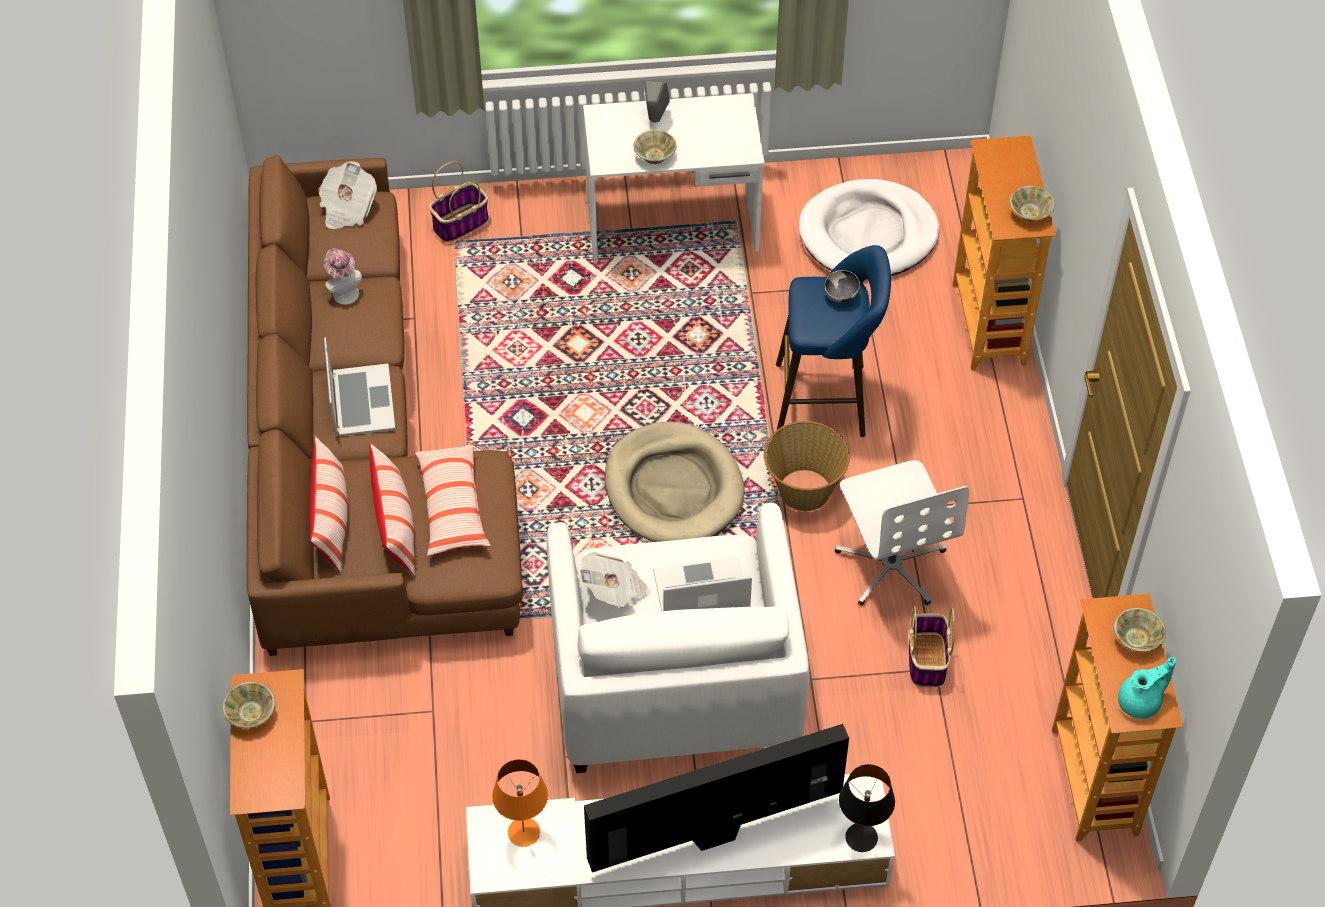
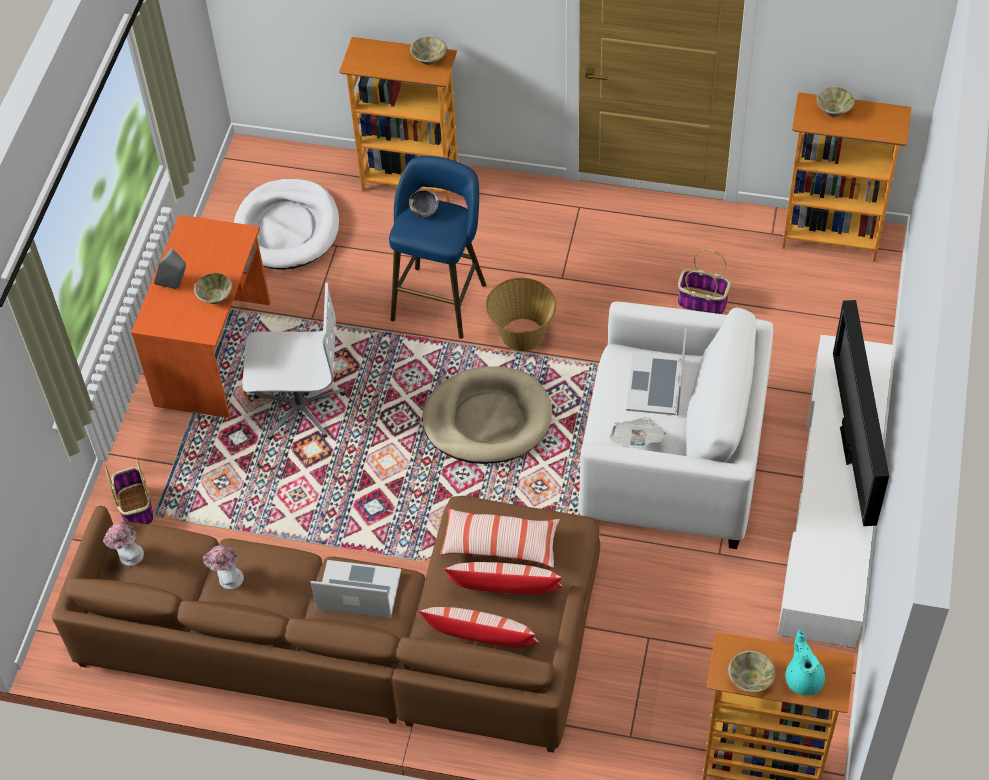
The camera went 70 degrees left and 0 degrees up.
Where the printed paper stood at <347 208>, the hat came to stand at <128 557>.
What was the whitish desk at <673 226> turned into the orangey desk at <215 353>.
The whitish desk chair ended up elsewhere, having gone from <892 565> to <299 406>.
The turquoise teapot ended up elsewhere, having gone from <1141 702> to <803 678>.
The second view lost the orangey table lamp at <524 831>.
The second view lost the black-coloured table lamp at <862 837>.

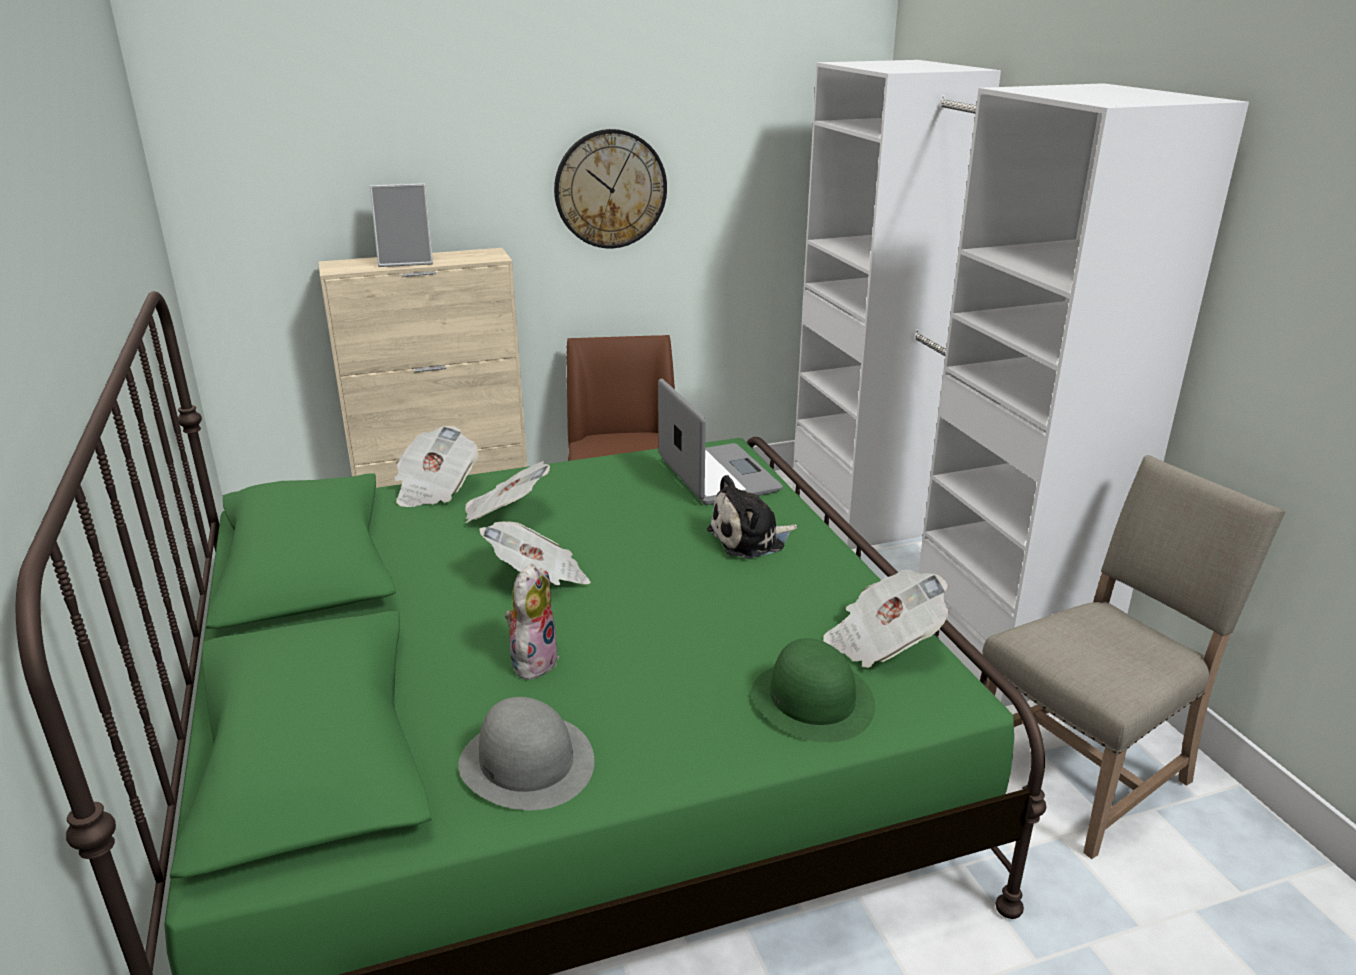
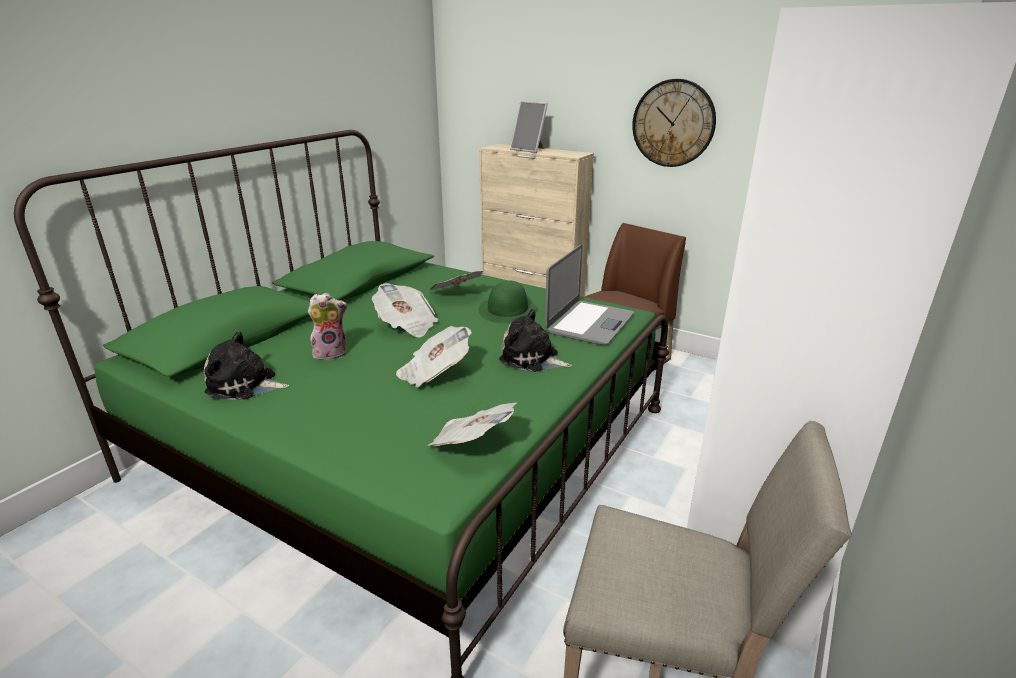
The camera went 50 degrees right and 0 degrees up.
Where the grey hat stood at <527 763>, the soft toy came to stand at <245 385>.
The printed paper ended up elsewhere, having gone from <435 489> to <434 373>.
The green-coloured hat ended up elsewhere, having gone from <812 700> to <507 310>.

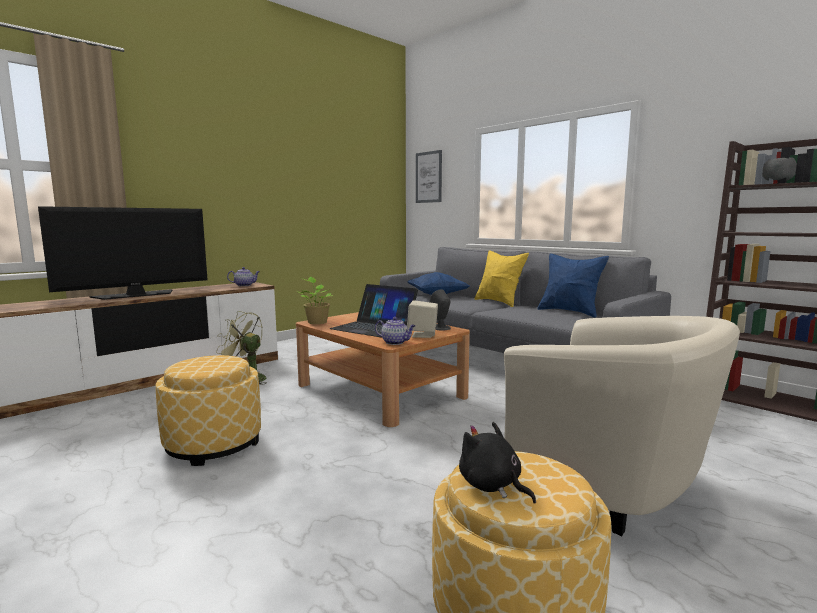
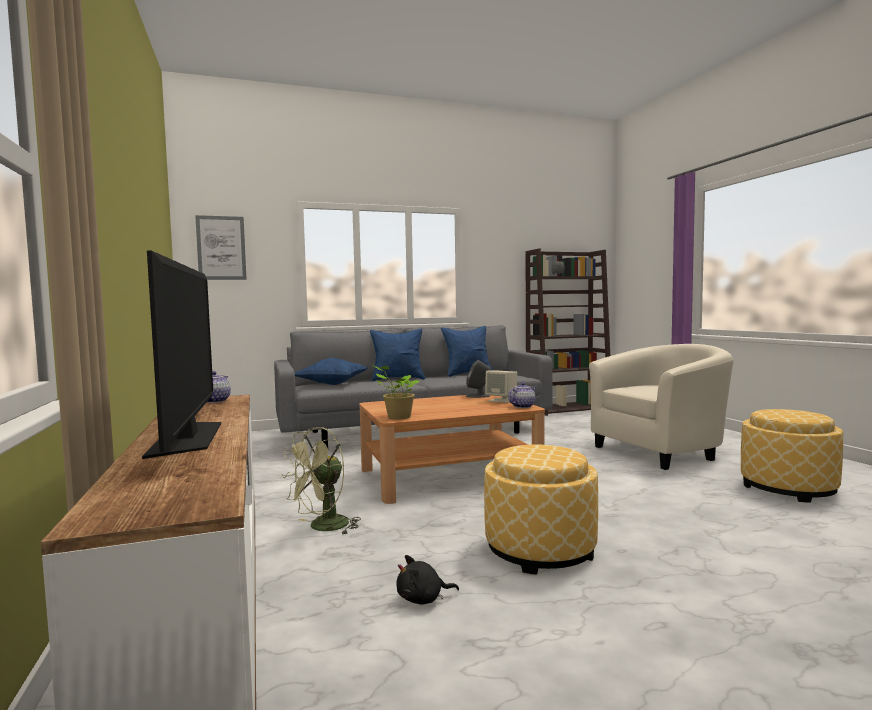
The camera went 65 degrees left and 5 degrees down.
What was the yellow throw pillow at <499 302> turned into the blue throw pillow at <398 379>.
The black-coloured soft toy ended up elsewhere, having gone from <492 486> to <423 599>.
The second view lost the portable computer at <374 327>.

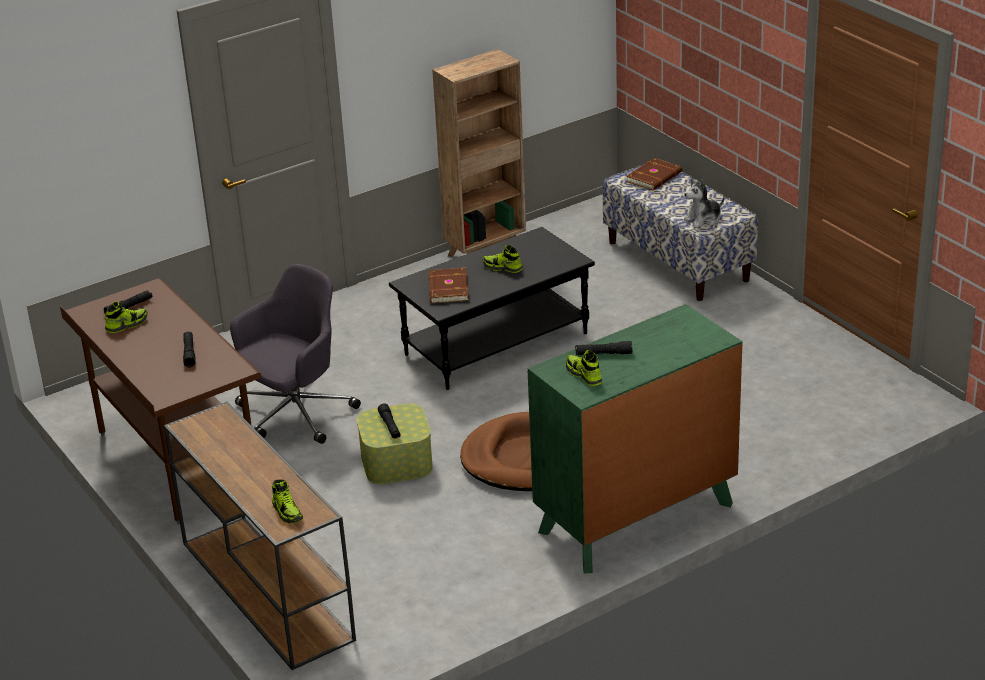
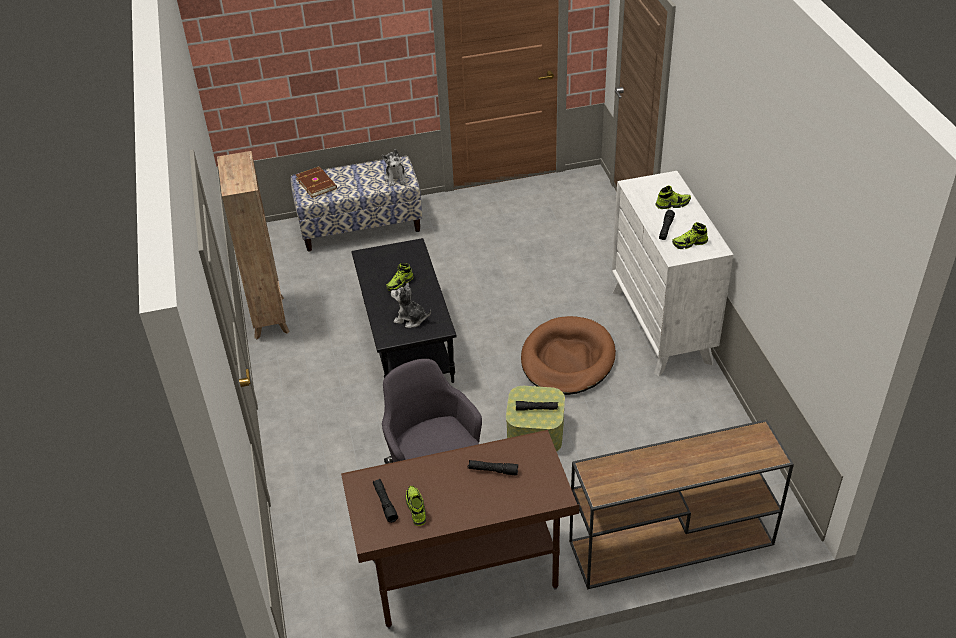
The camera went 70 degrees left and 10 degrees up.
Where the brown bound book stood at <447 288>, the soft toy came to stand at <410 319>.
What was the green-coloured chest of drawers at <636 518> turned into the whitish chest of drawers at <661 326>.
The item of footwear ended up elsewhere, having gone from <287 512> to <672 204>.

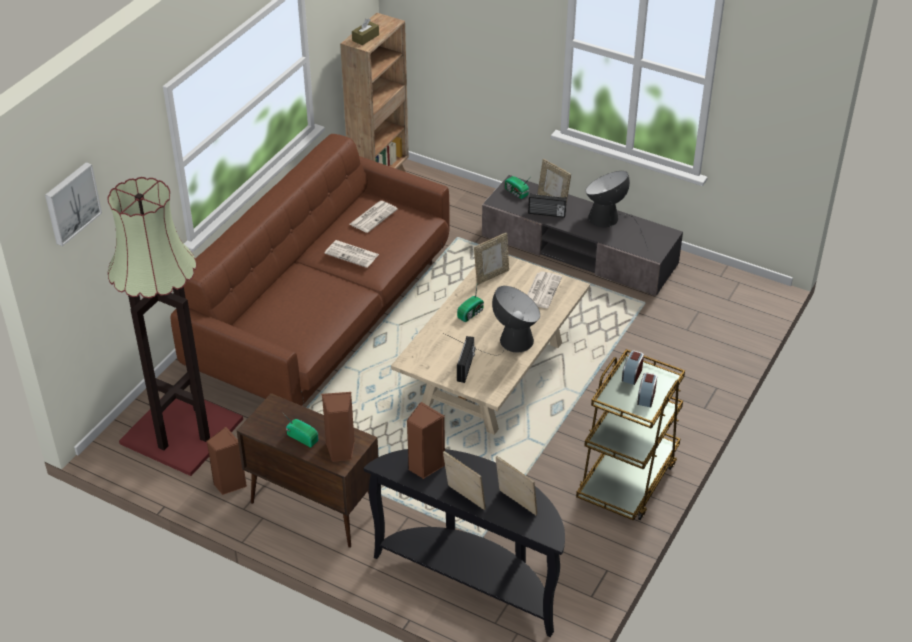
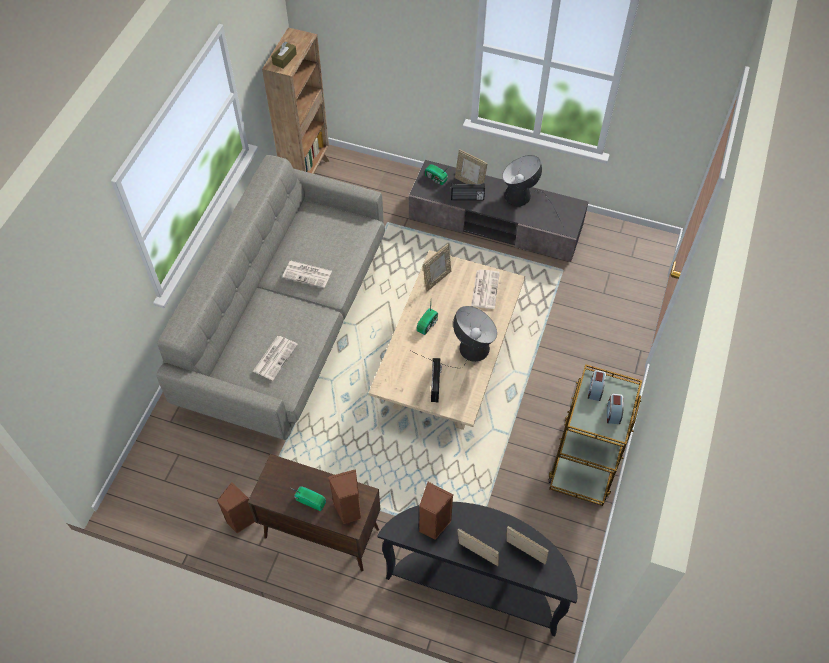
The camera went 10 degrees left and 15 degrees up.
What was the brown couch at <324 315> turned into the grey couch at <287 324>.
The printed paper ended up elsewhere, having gone from <373 216> to <275 357>.
The second view lost the picture at <71 203>.
The second view lost the standing lamp at <181 430>.

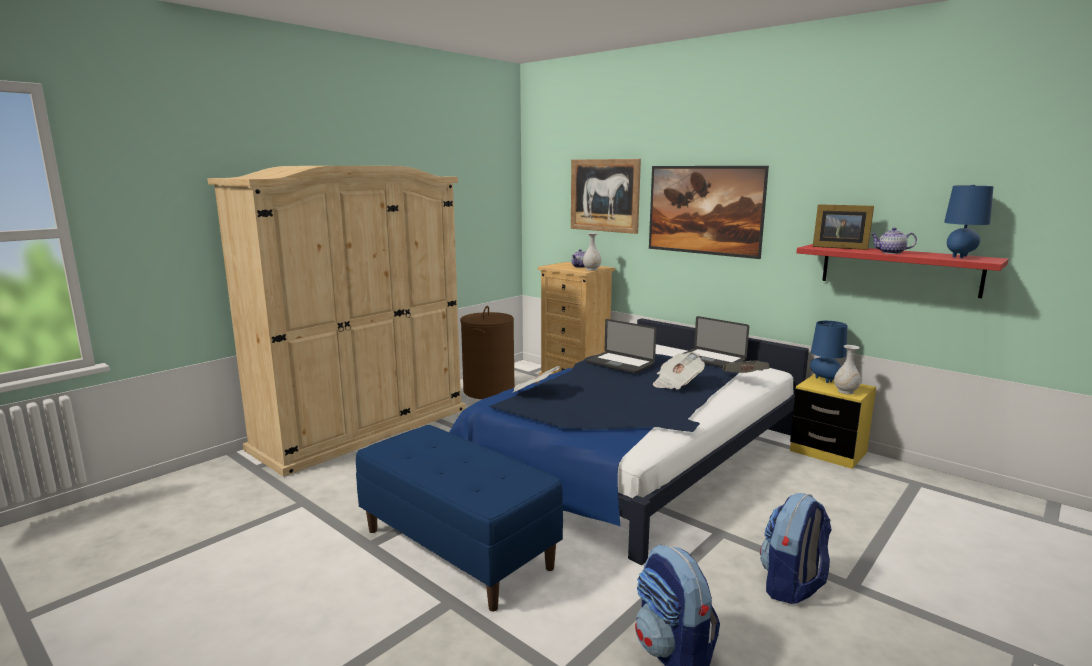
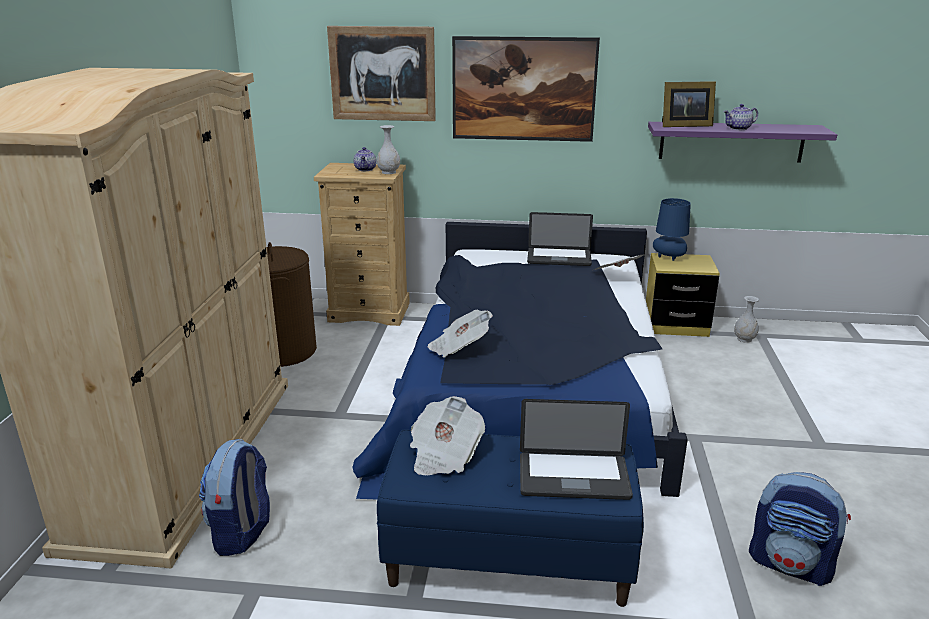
The camera went 35 degrees left and 10 degrees up.
The rucksack ended up elsewhere, having gone from <792 586> to <242 532>.
The printed paper ended up elsewhere, having gone from <676 384> to <444 455>.
The portable computer ended up elsewhere, having gone from <619 364> to <573 477>.
What was the red wall shelf at <899 269> turned into the purplish wall shelf at <731 142>.
The whitish flower vase ended up elsewhere, having gone from <846 391> to <744 339>.
The second view lost the blue table lamp at <961 257>.

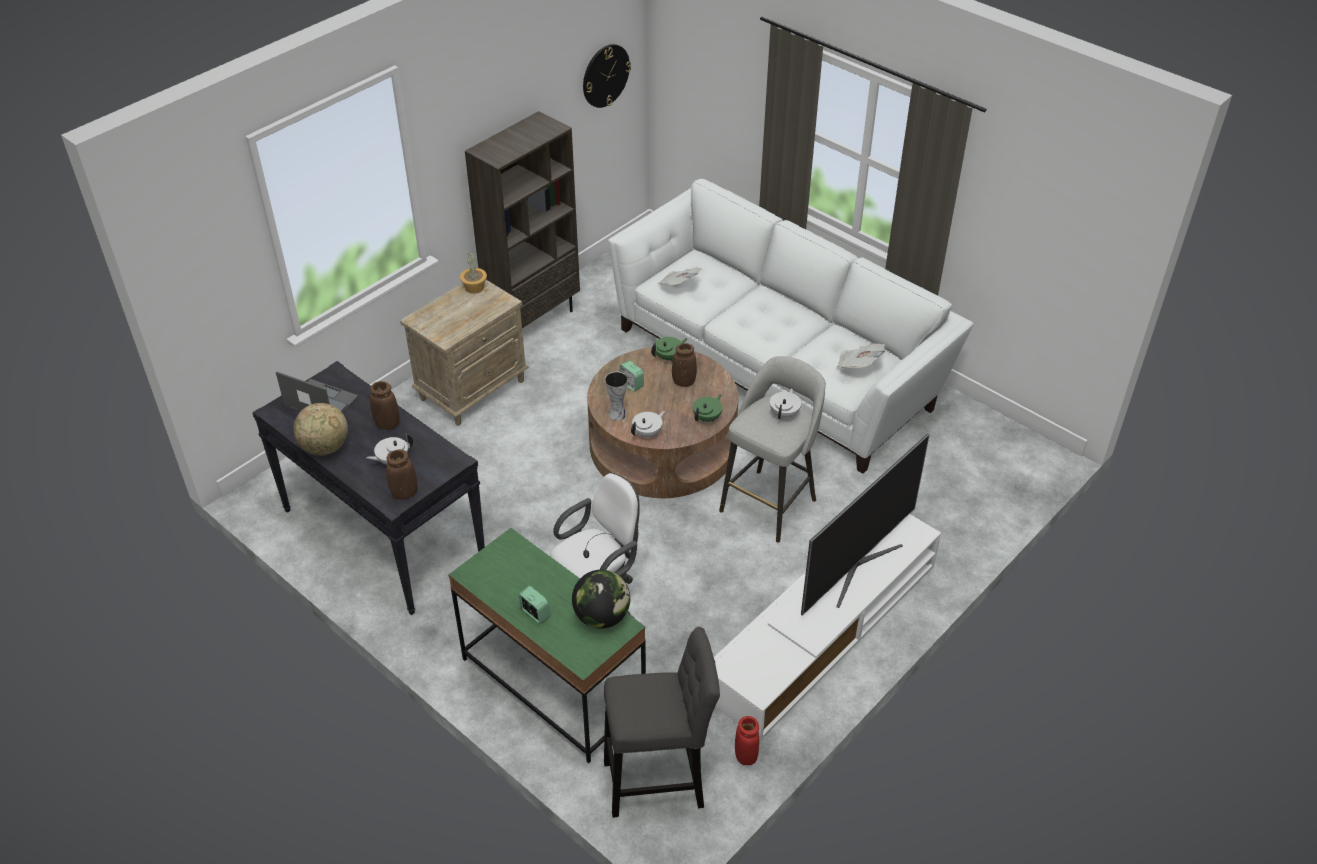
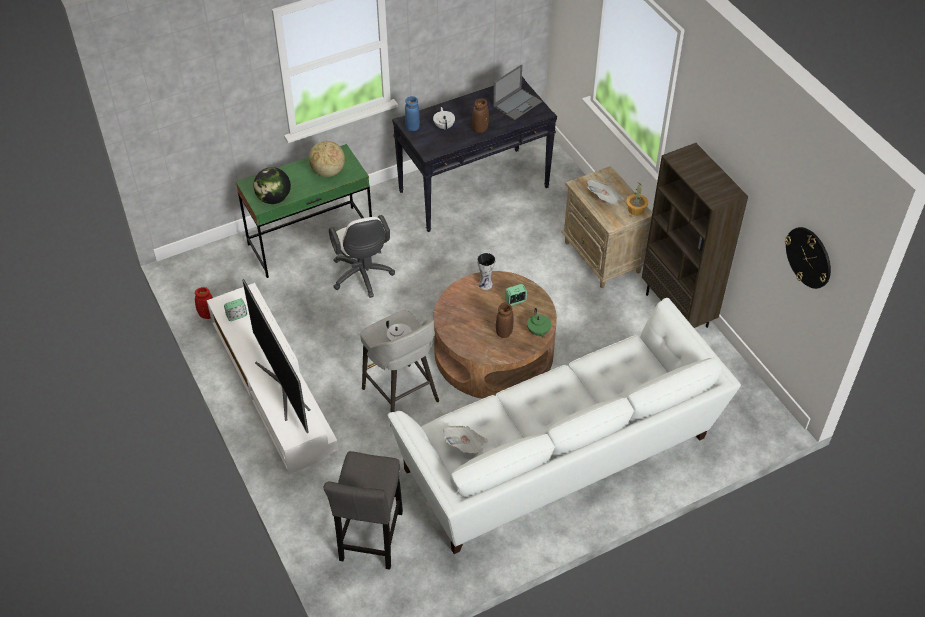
The camera went 110 degrees right and 5 degrees up.
The alarm clock ended up elsewhere, having gone from <535 614> to <236 315>.
The globe ended up elsewhere, having gone from <325 448> to <328 172>.
The grey stool ended up elsewhere, having gone from <660 782> to <371 540>.
What was the brown flower vase at <404 493> turned into the blue flower vase at <412 127>.
The printed paper ended up elsewhere, having gone from <679 285> to <604 199>.
The second view lost the whitish teapot at <648 433>.
The second view lost the green-coloured teapot at <707 418>.

